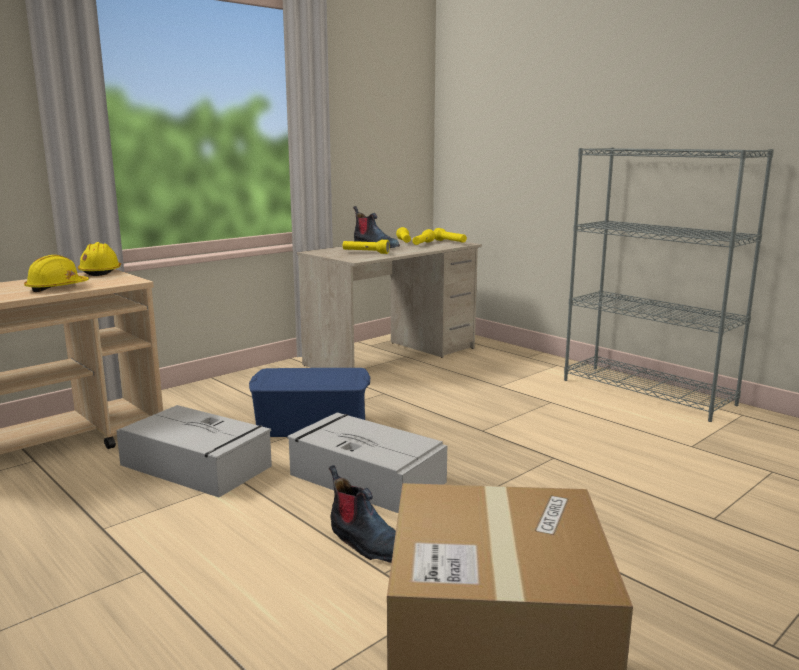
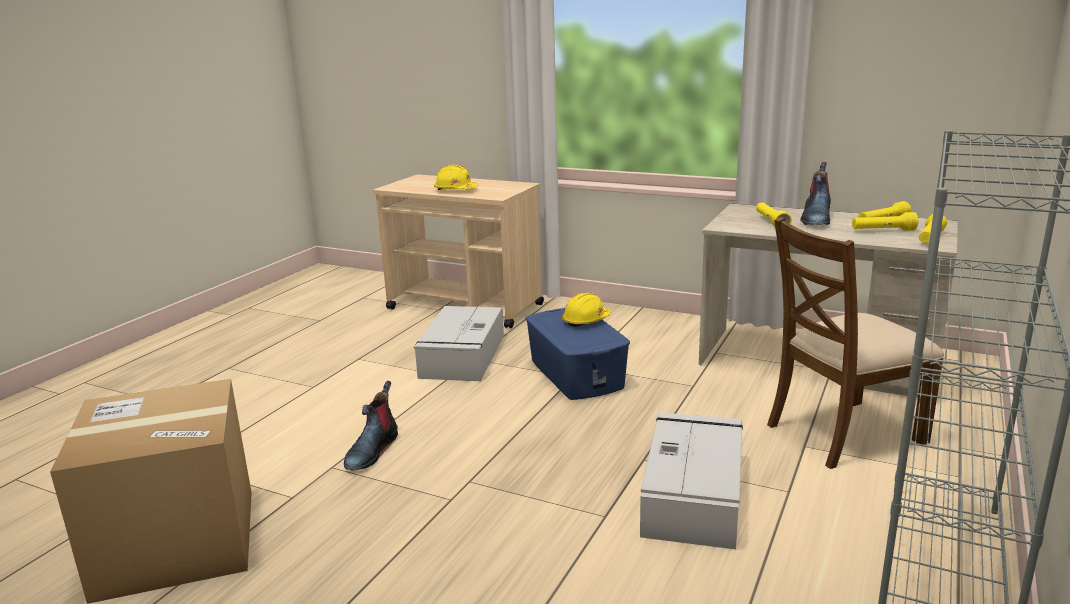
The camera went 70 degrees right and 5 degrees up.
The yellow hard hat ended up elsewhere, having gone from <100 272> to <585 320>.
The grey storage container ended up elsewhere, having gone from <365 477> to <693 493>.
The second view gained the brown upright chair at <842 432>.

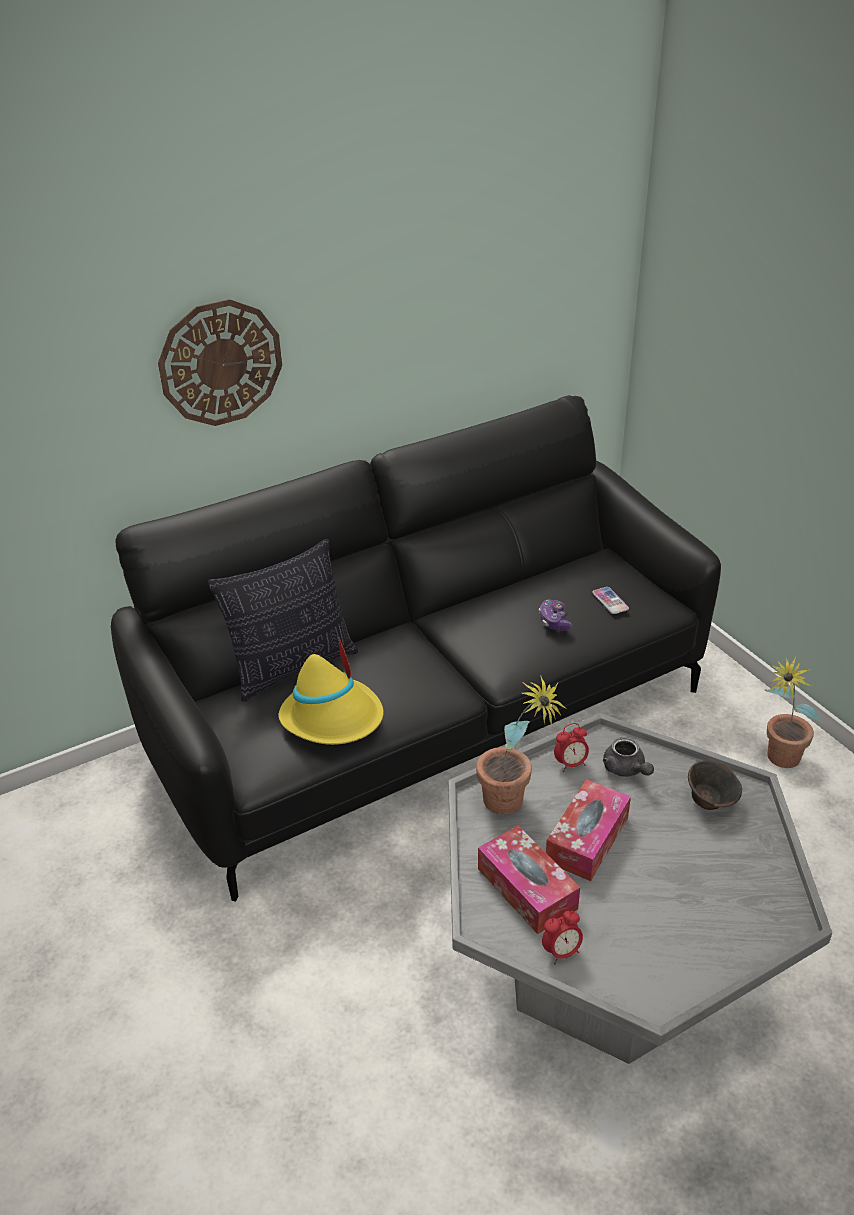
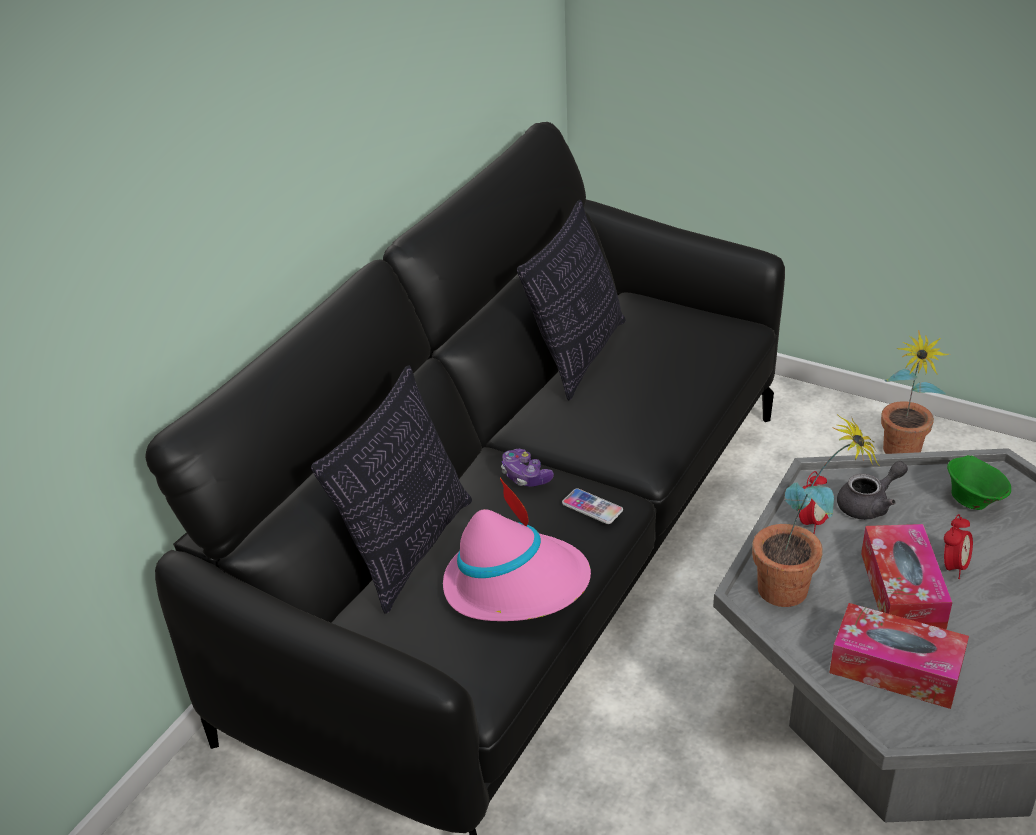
The camera went 30 degrees left and 0 degrees up.
What was the yellow hat at <333 718> turned into the pink hat at <516 584>.
The joypad ended up elsewhere, having gone from <554 621> to <525 476>.
The second view gained the throw pillow at <577 356>.
The telephone ended up elsewhere, having gone from <610 601> to <592 507>.
The grey teapot at <626 769> ended up facing another way, 60 degrees counterclockwise from before.
The alarm clock ended up elsewhere, having gone from <561 952> to <953 567>.
What was the brown deep dish at <710 801> turned into the green-coloured deep dish at <973 500>.
The second view lost the hanging clock at <220 363>.

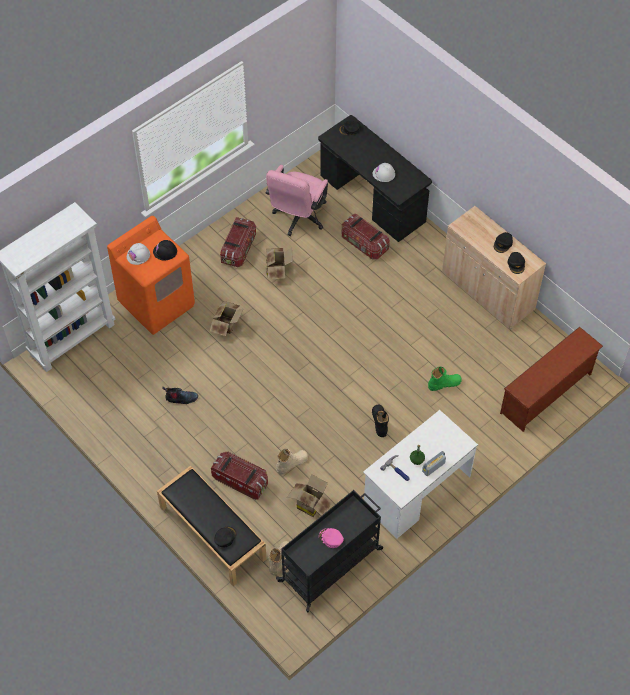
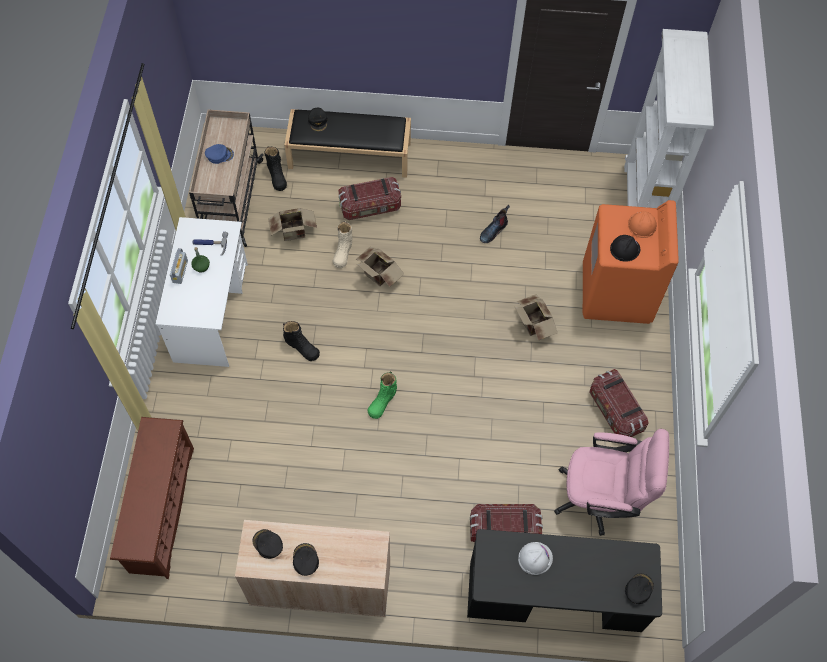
The camera went 135 degrees right and 5 degrees up.
What was the black-coloured trolley at <331 564> turned into the beige trolley at <231 202>.
What was the pink cap at <331 538> turned into the blue cap at <219 155>.
What was the beige tall boot at <280 559> turned into the black-coloured tall boot at <277 176>.
The packing box ended up elsewhere, having gone from <277 270> to <378 276>.
The green-coloured tall boot ended up elsewhere, having gone from <444 383> to <382 401>.
The pink desk chair at <298 219> ended up facing another way, 120 degrees clockwise from before.
What was the whitish hard hat at <138 255> turned into the orangey hard hat at <642 225>.

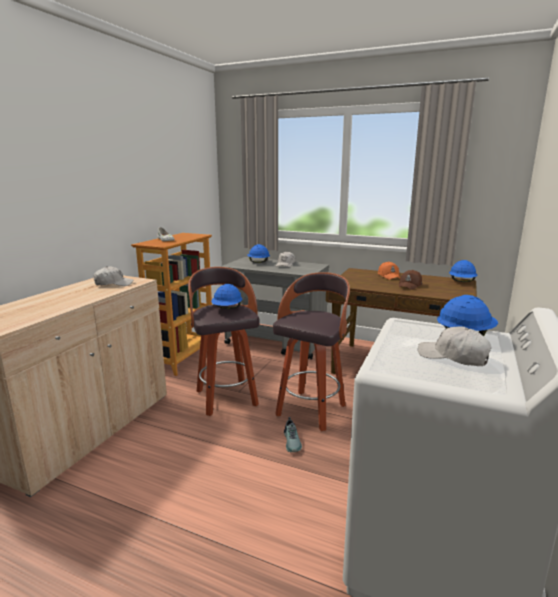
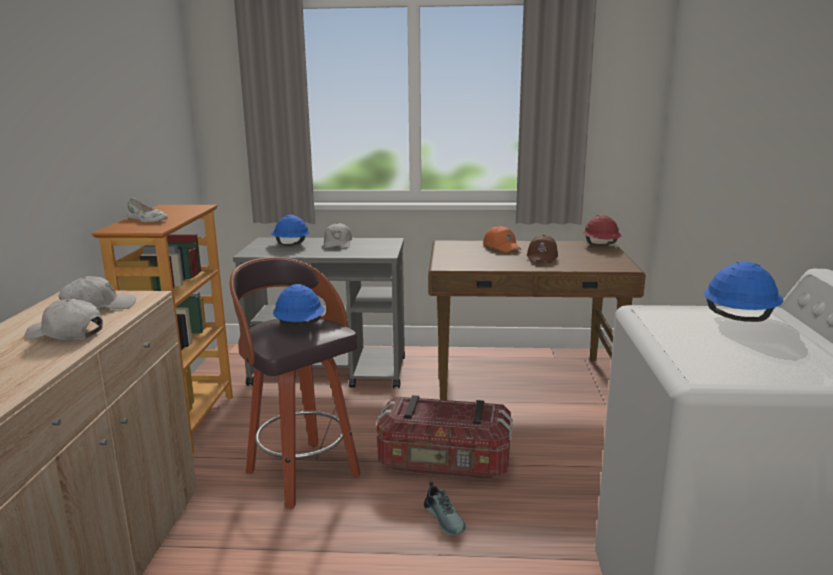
The camera went 20 degrees left and 0 degrees up.
The whitish cap ended up elsewhere, having gone from <453 357> to <66 334>.
Where the stool stood at <311 409>, the storage container came to stand at <444 464>.
What was the blue hard hat at <462 282> turned into the red hard hat at <601 245>.

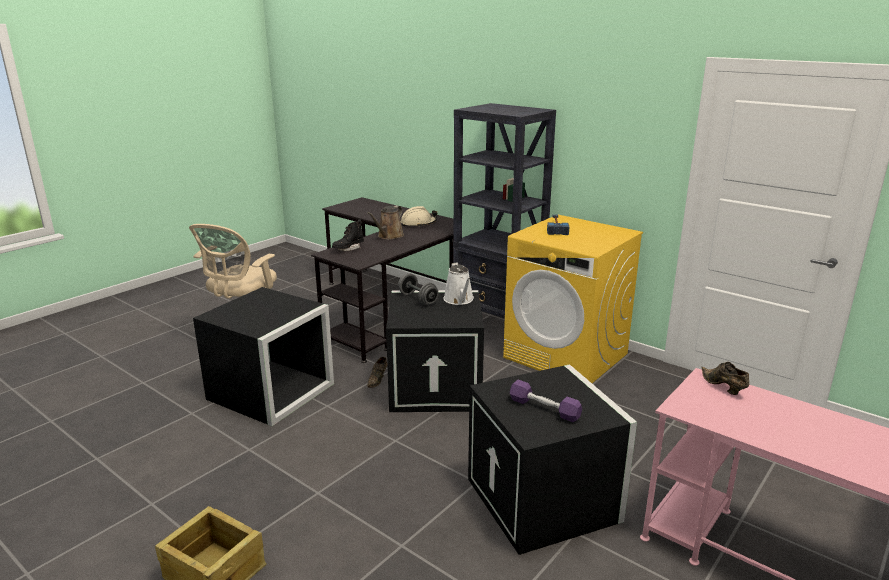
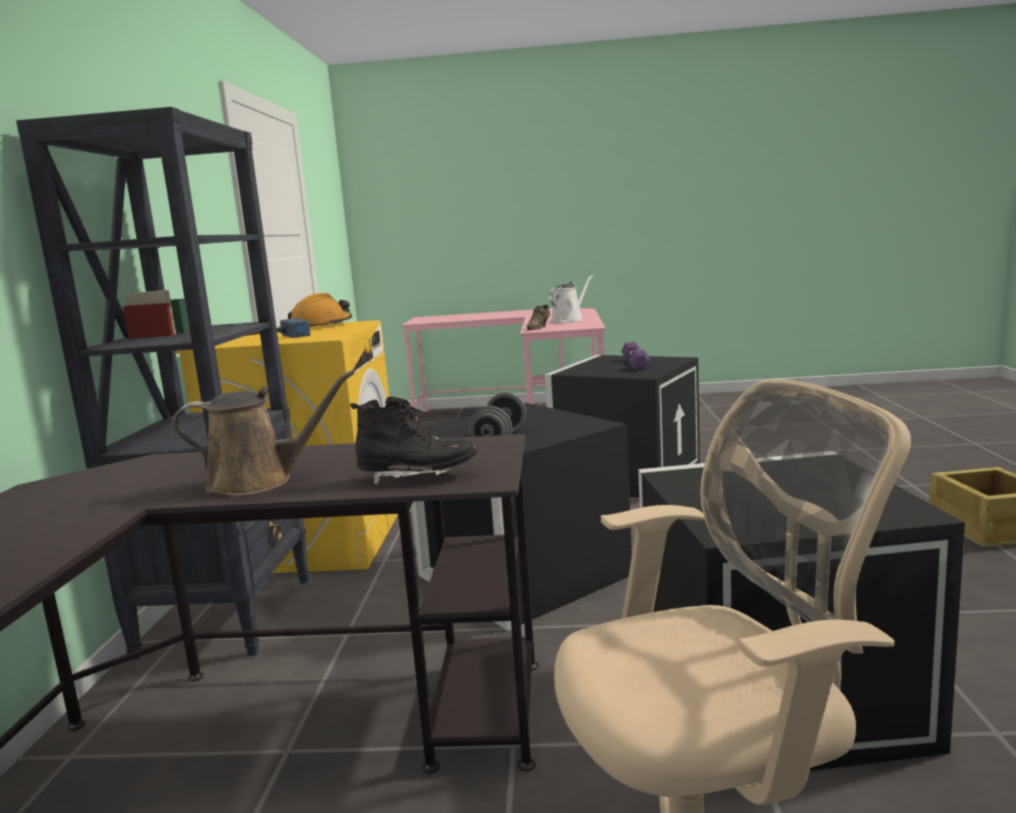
The camera went 125 degrees left and 10 degrees down.
The second view gained the orangey hard hat at <322 326>.
The whitish sprinkling can ended up elsewhere, having gone from <459 300> to <568 320>.
The second view lost the brown item of footwear at <378 380>.
The second view lost the beige hard hat at <418 223>.

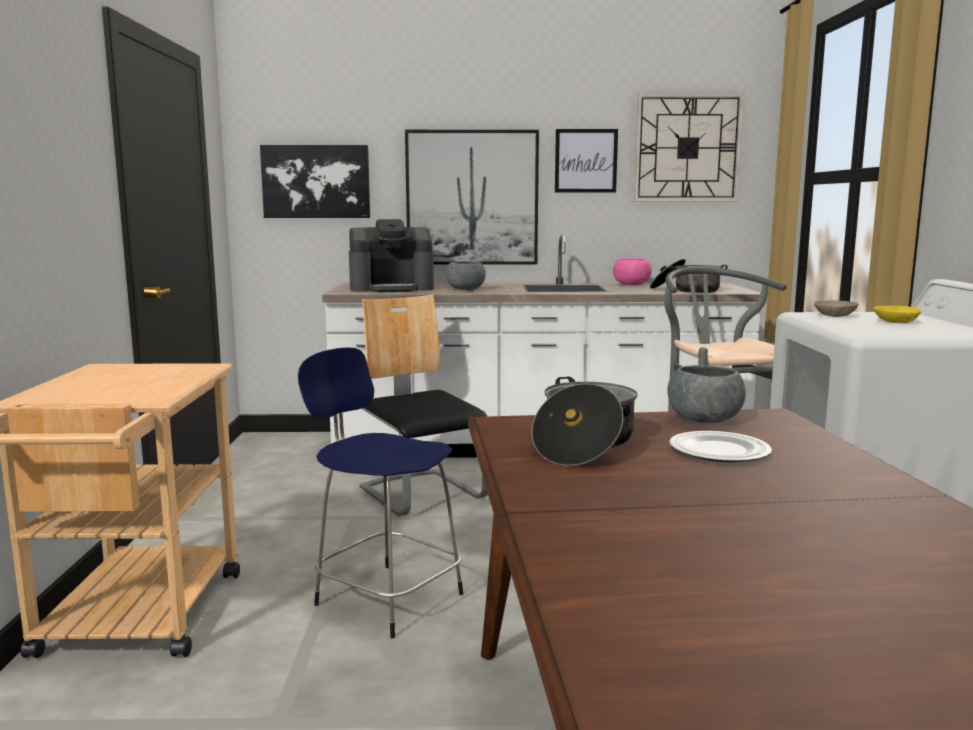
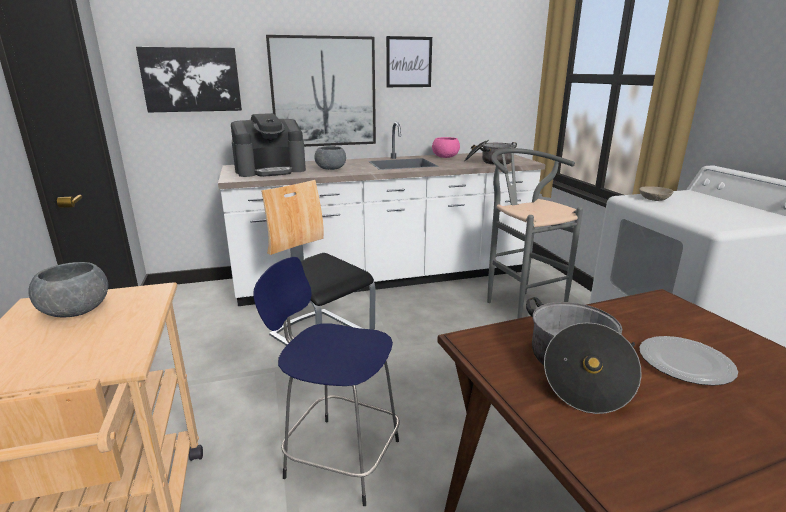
The camera went 15 degrees left and 10 degrees up.
The grey deep dish ended up elsewhere, having gone from <704 420> to <77 311>.
The second view lost the hanging clock at <687 148>.
The second view lost the yellow deep dish at <895 322>.

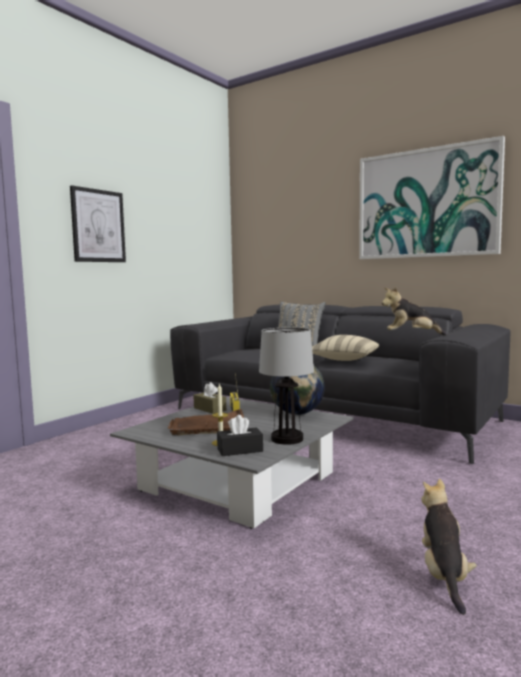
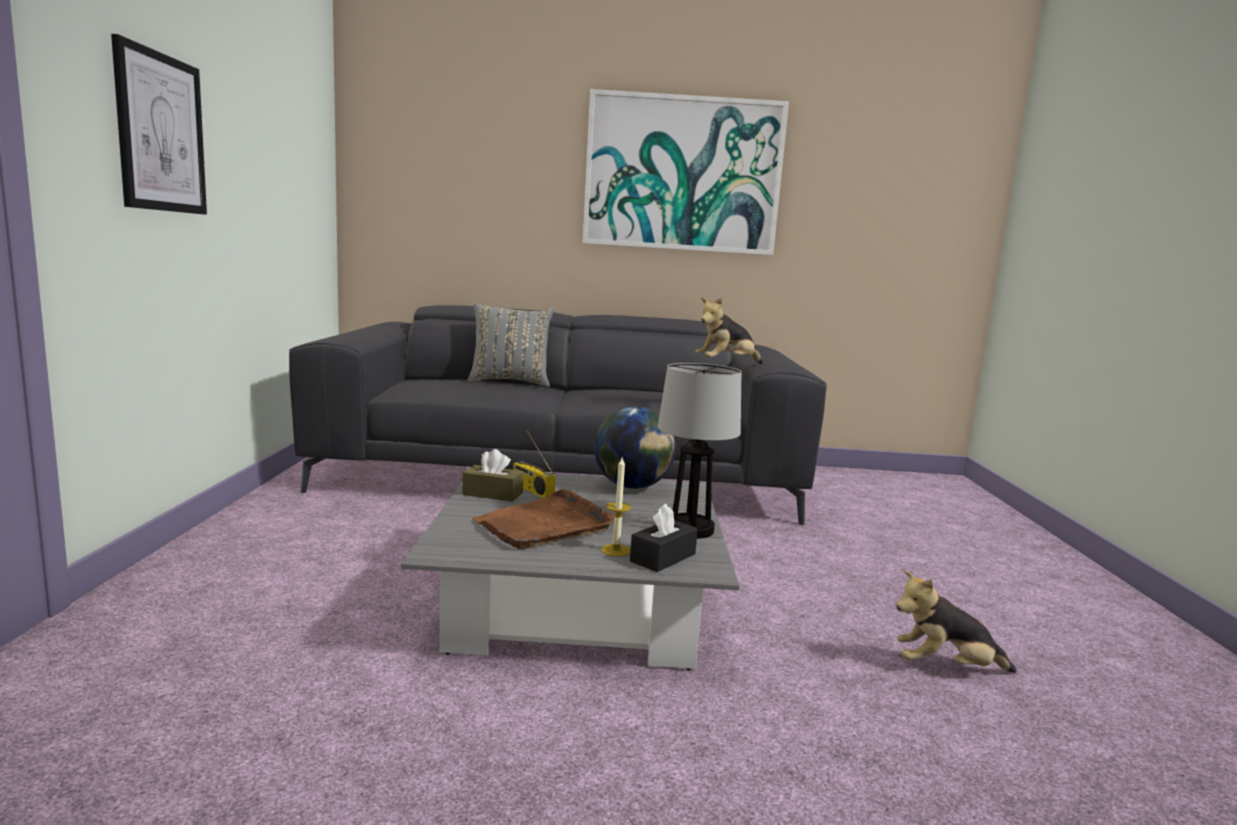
The camera went 35 degrees left and 5 degrees up.
The soft toy at <444 575> ended up facing another way, 60 degrees counterclockwise from before.
The second view lost the beige throw pillow at <343 360>.

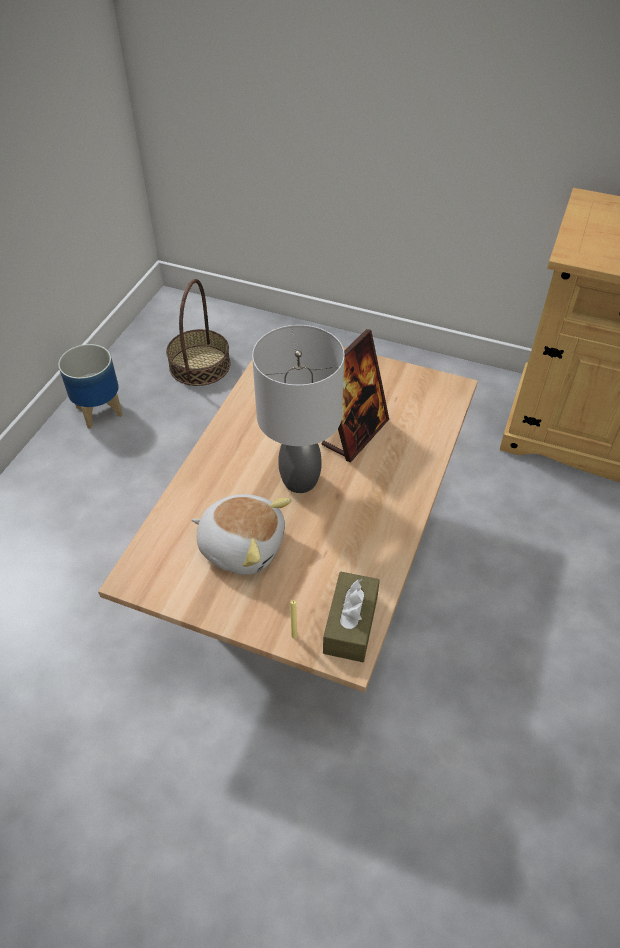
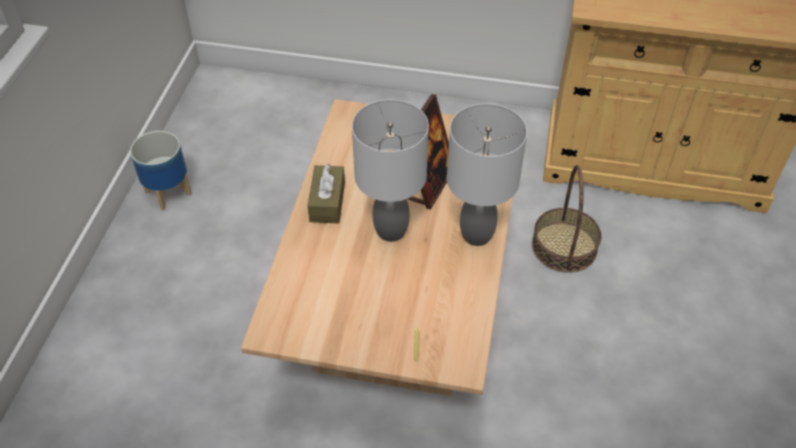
The camera went 10 degrees left and 0 degrees up.
The brown tissue box ended up elsewhere, having gone from <350 624> to <327 202>.
The second view gained the grey table lamp at <478 235>.
The household basket ended up elsewhere, having gone from <199 365> to <564 246>.
The second view lost the soft toy at <242 545>.

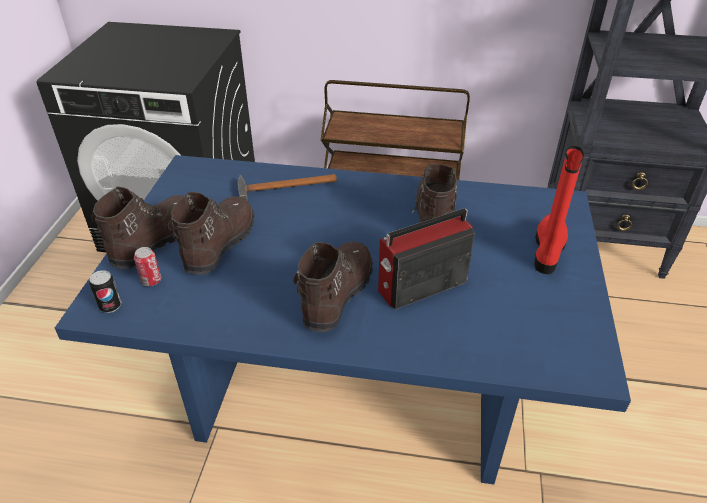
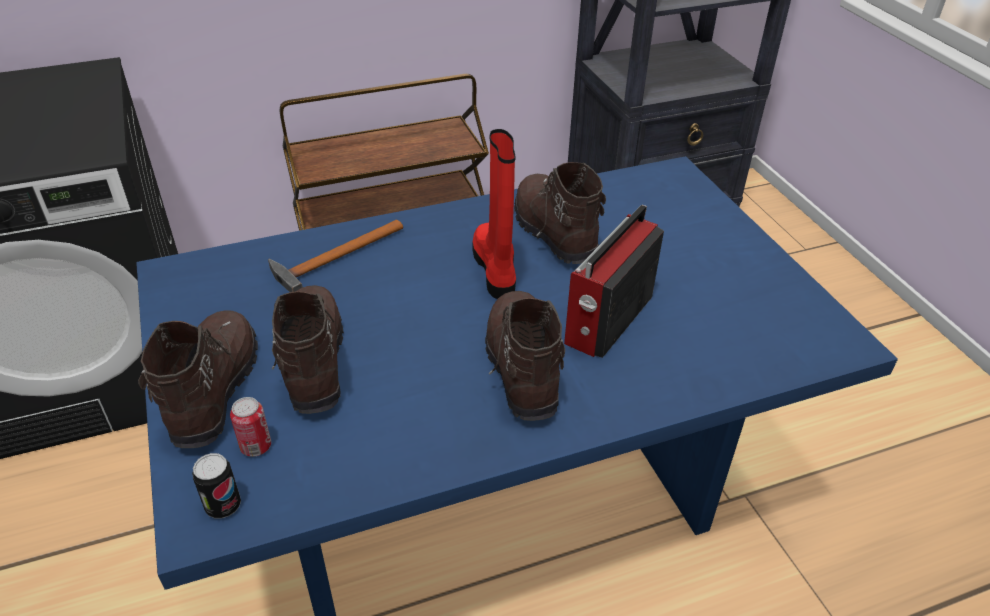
The camera went 30 degrees left and 0 degrees up.
The red tall boot ended up elsewhere, having gone from <548 250> to <496 269>.

